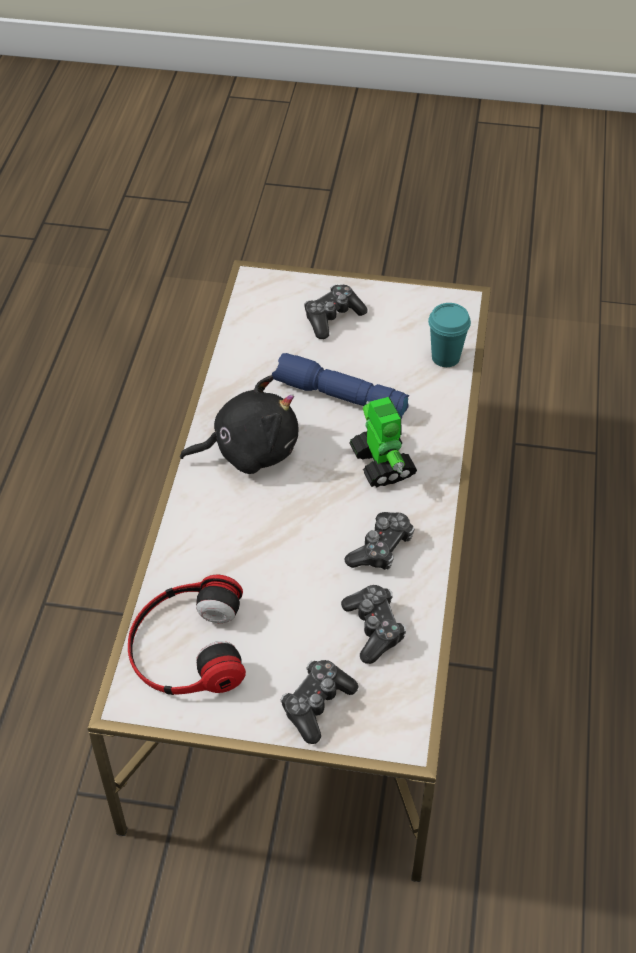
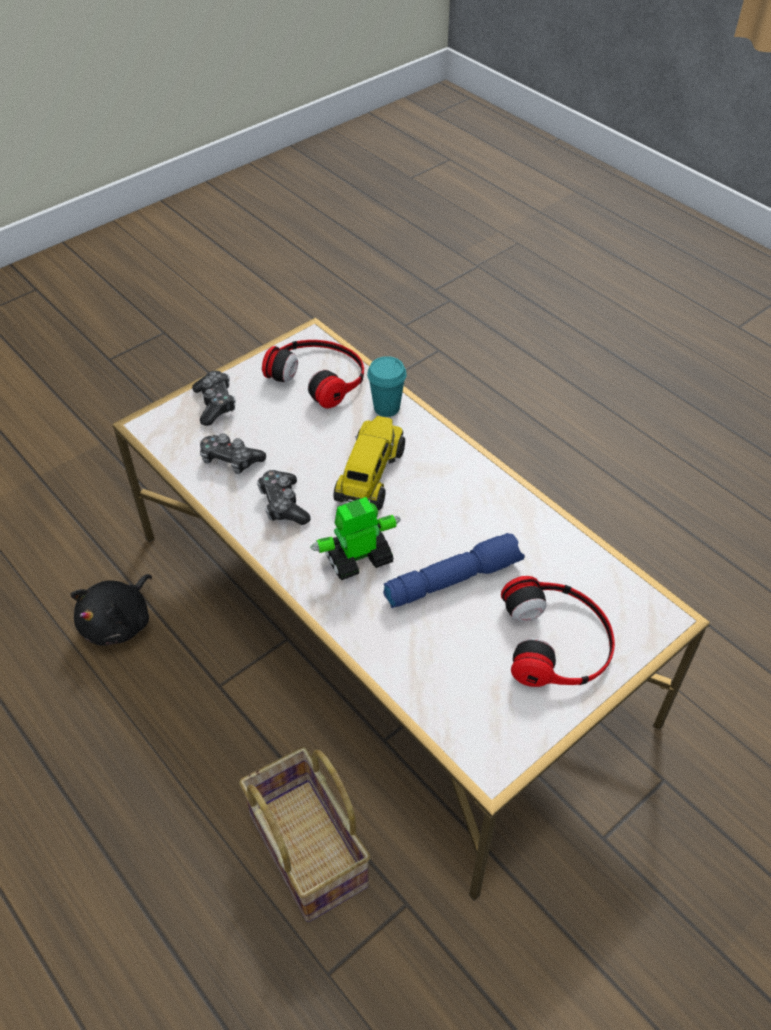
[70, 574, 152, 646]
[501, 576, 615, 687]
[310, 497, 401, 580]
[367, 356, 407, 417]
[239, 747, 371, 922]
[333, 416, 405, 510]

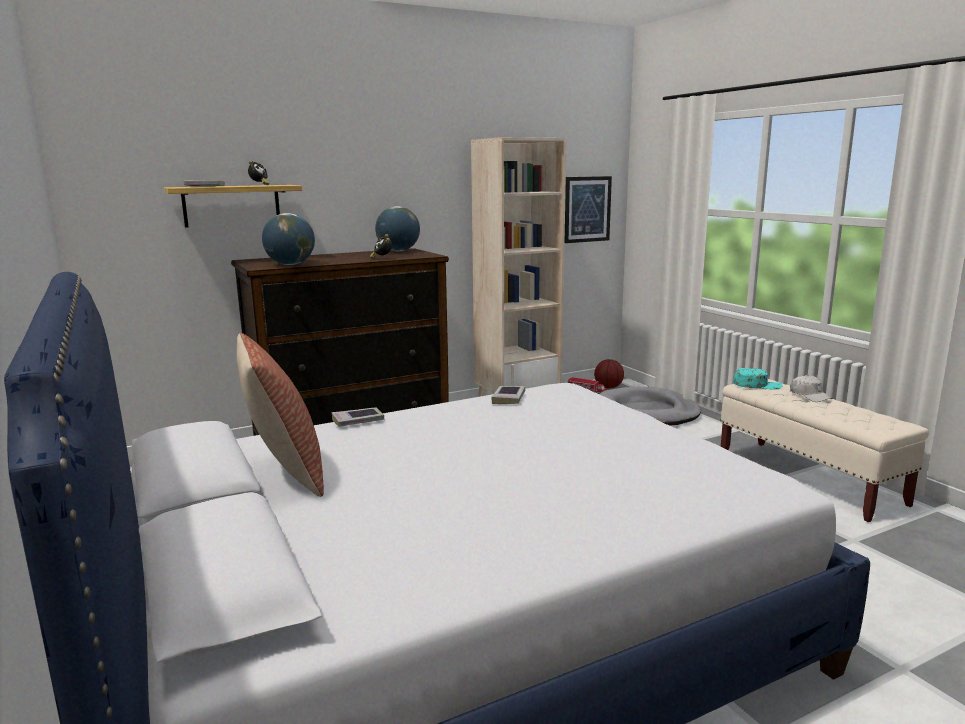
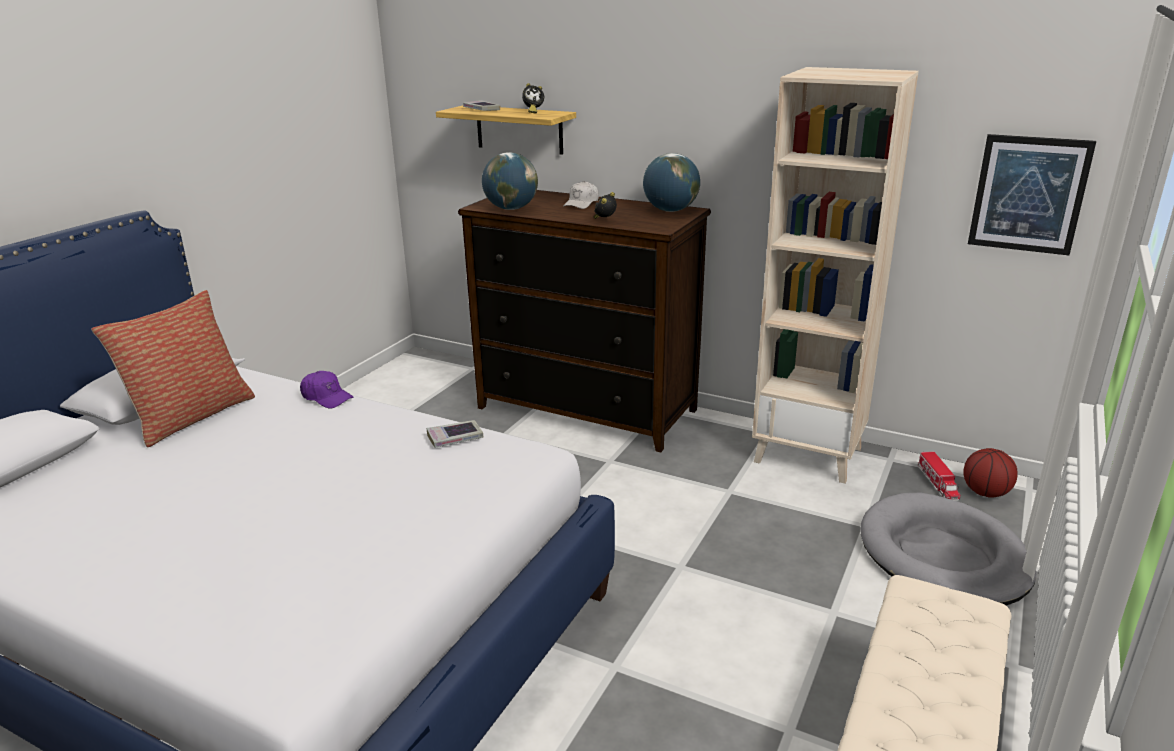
[300, 371, 353, 409]
[734, 368, 783, 390] (first image)
[563, 181, 599, 209]

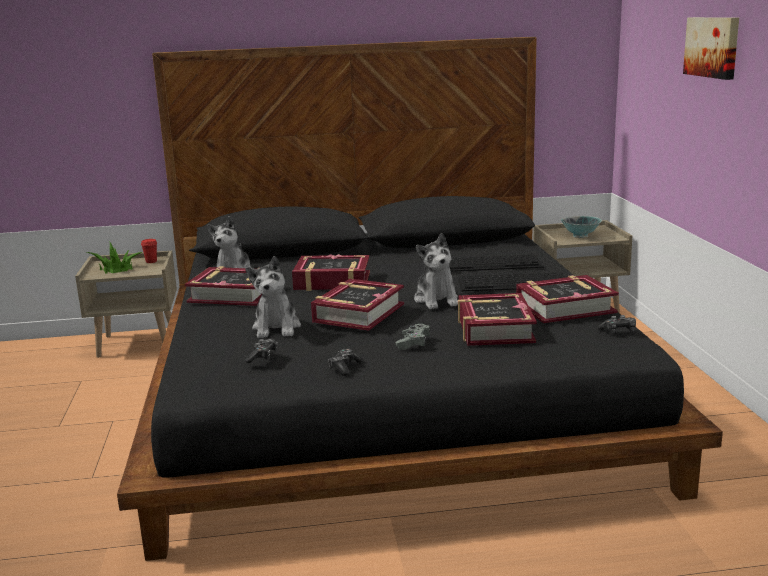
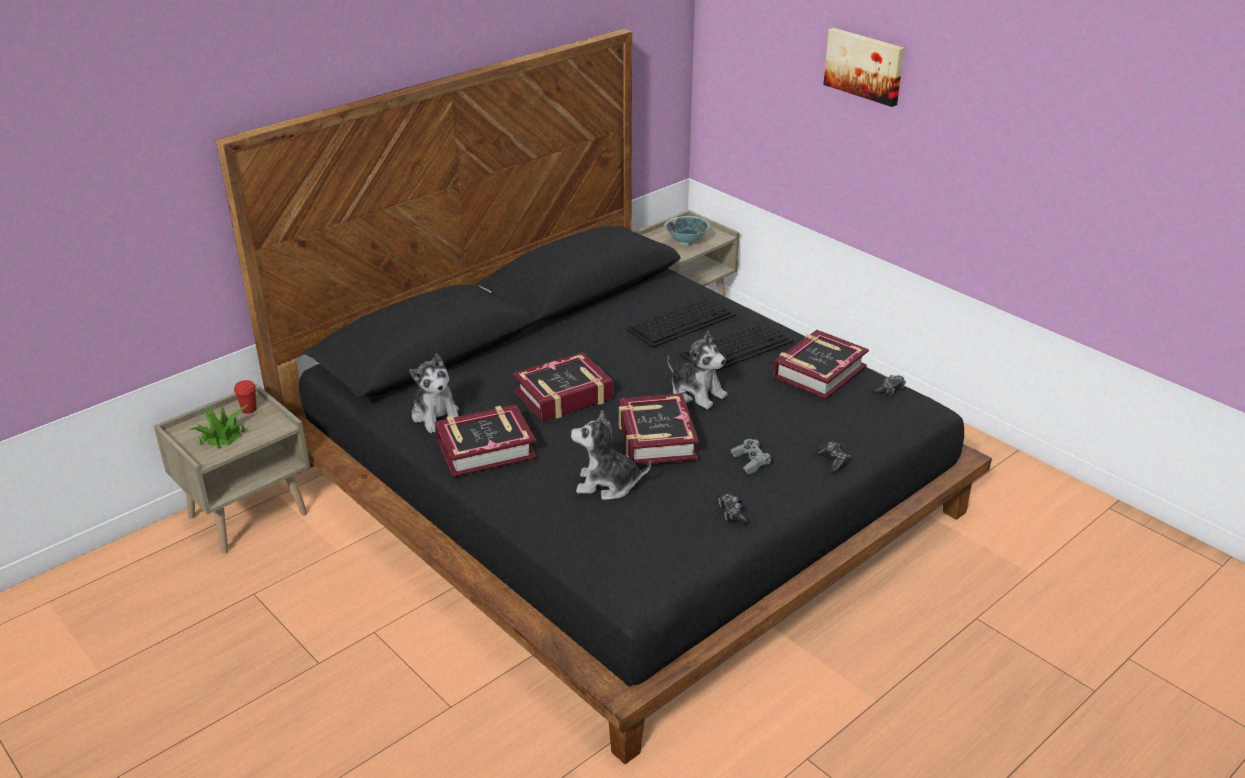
[571, 410, 651, 500]
[815, 441, 850, 473]
[458, 293, 537, 346] (first image)

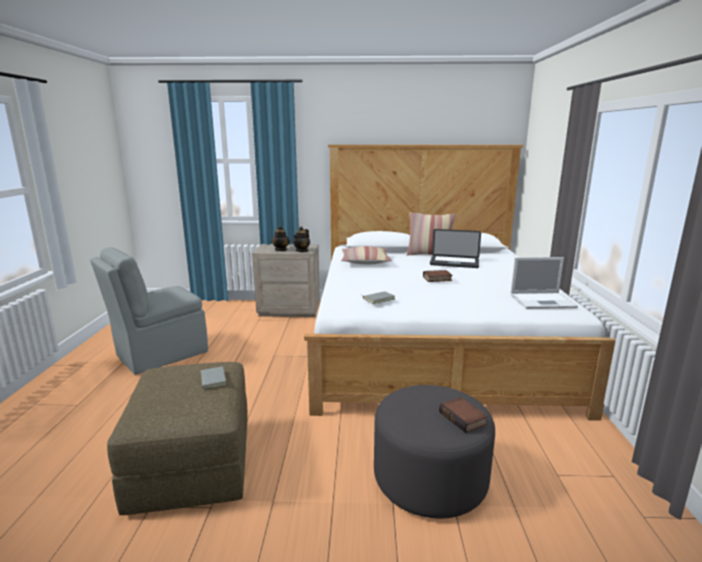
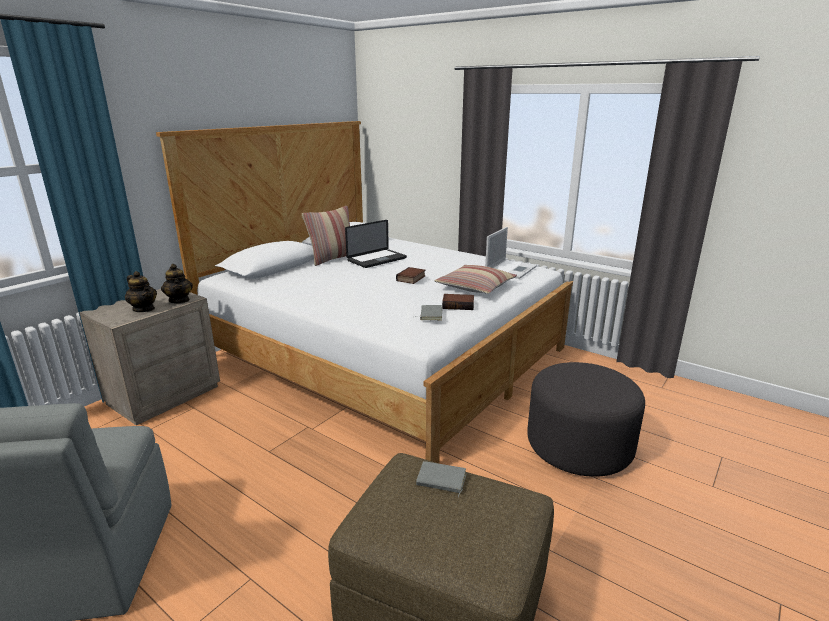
[434, 265, 517, 294]
[442, 294, 474, 310]

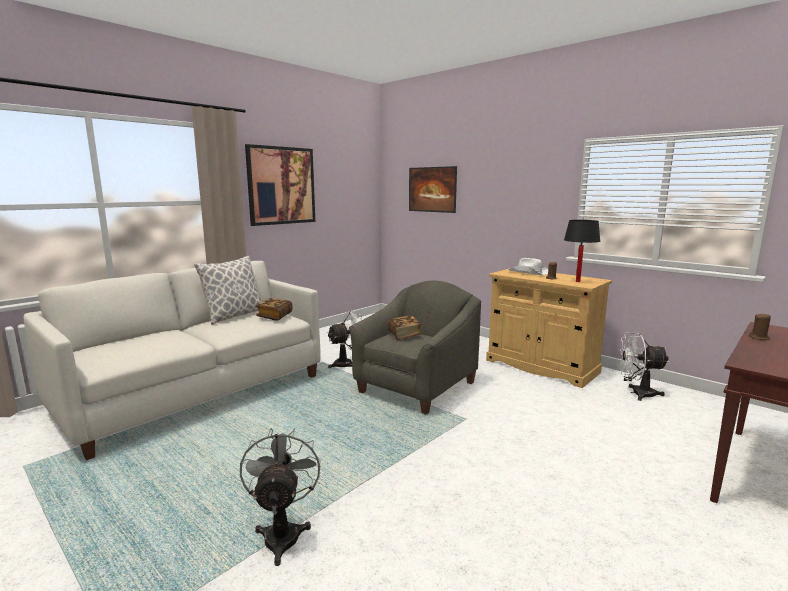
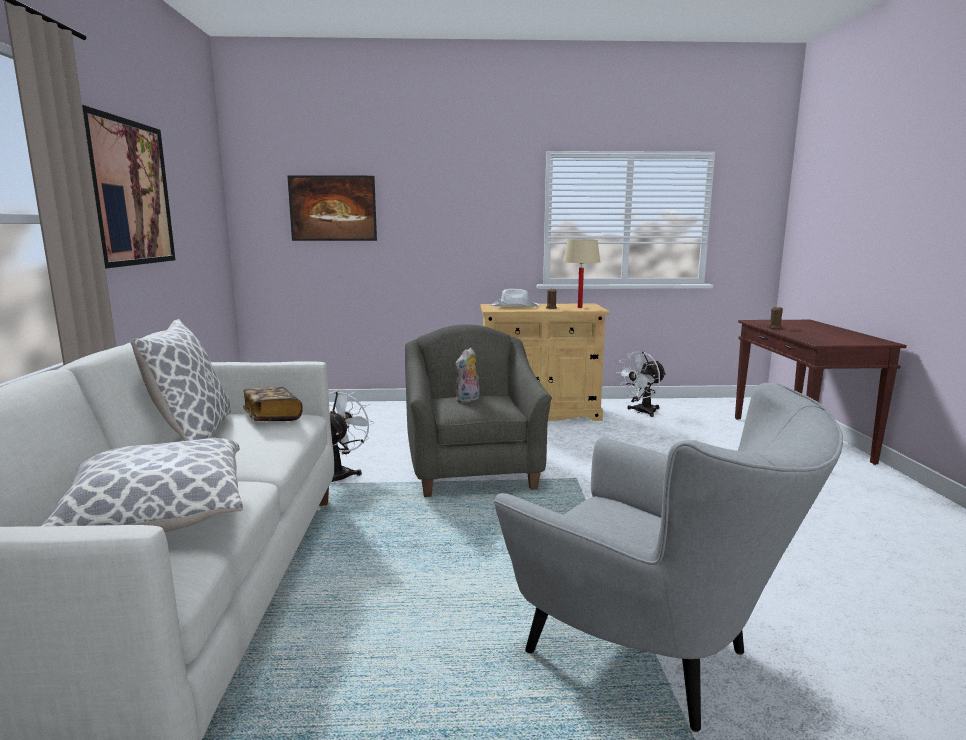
[494, 383, 843, 732]
[456, 348, 479, 403]
[563, 240, 600, 308]
[42, 438, 243, 532]

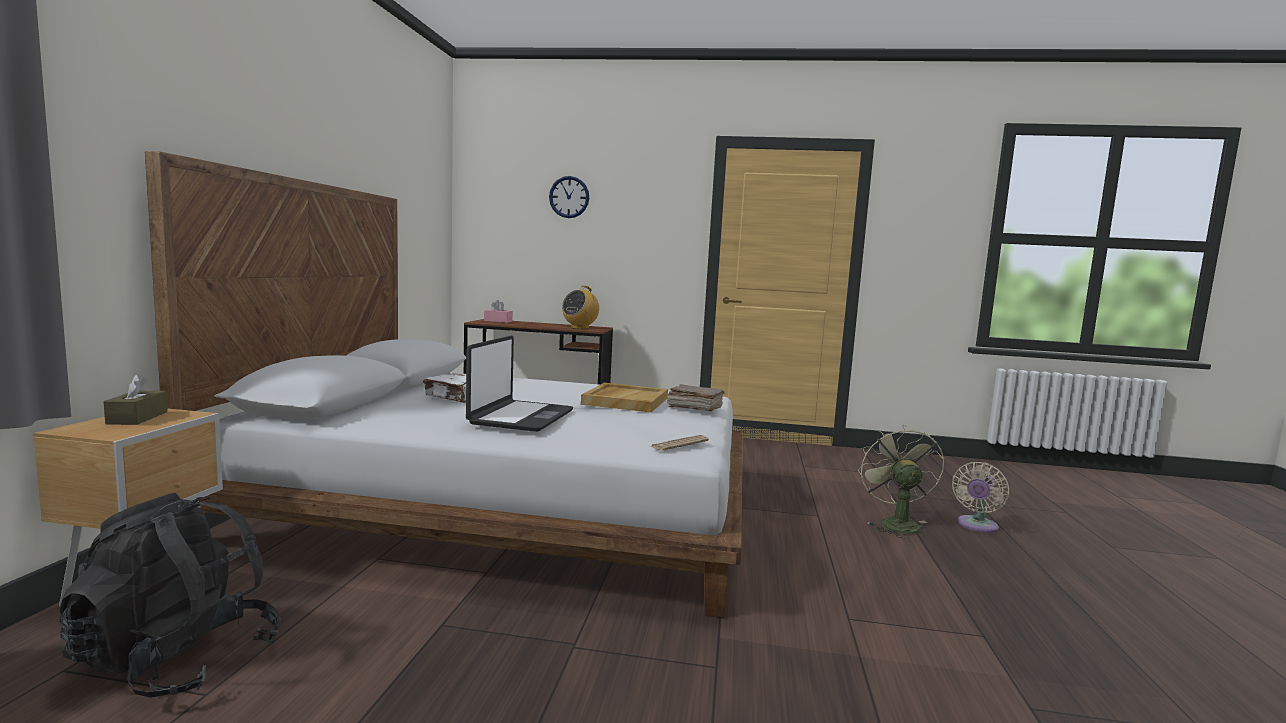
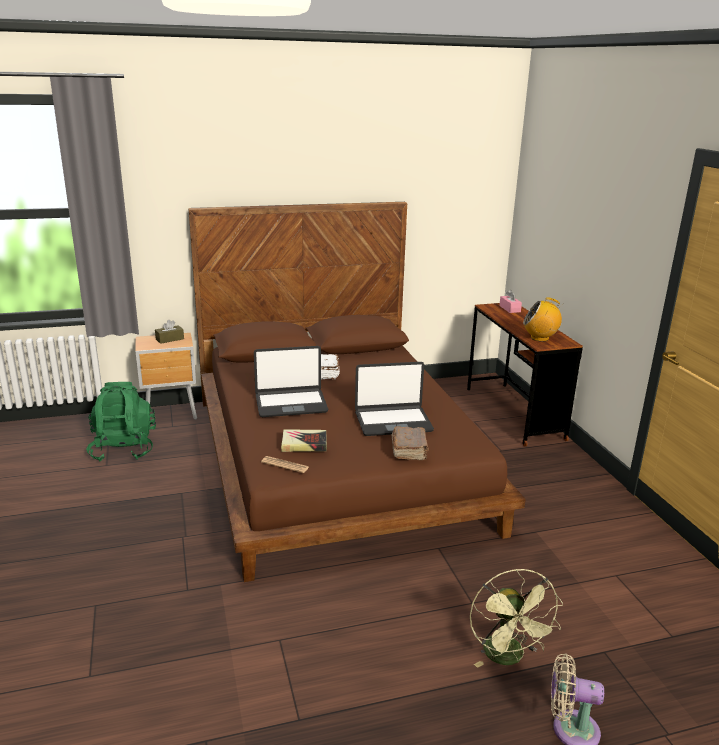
[86, 382, 156, 462]
[188, 202, 526, 582]
[549, 176, 589, 218] (first image)
[355, 362, 434, 436]
[470, 569, 563, 668]
[281, 429, 327, 452]

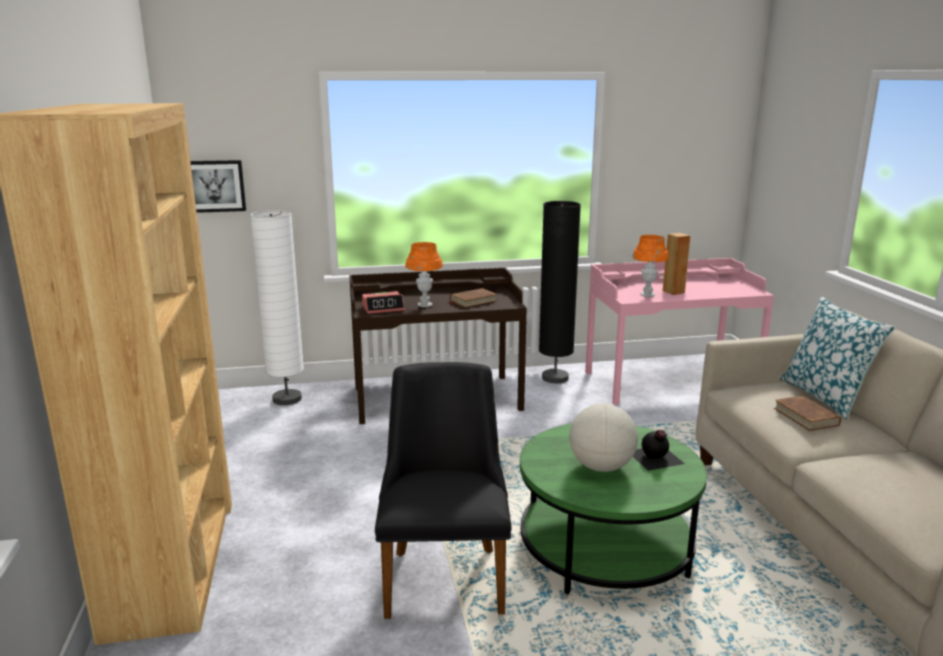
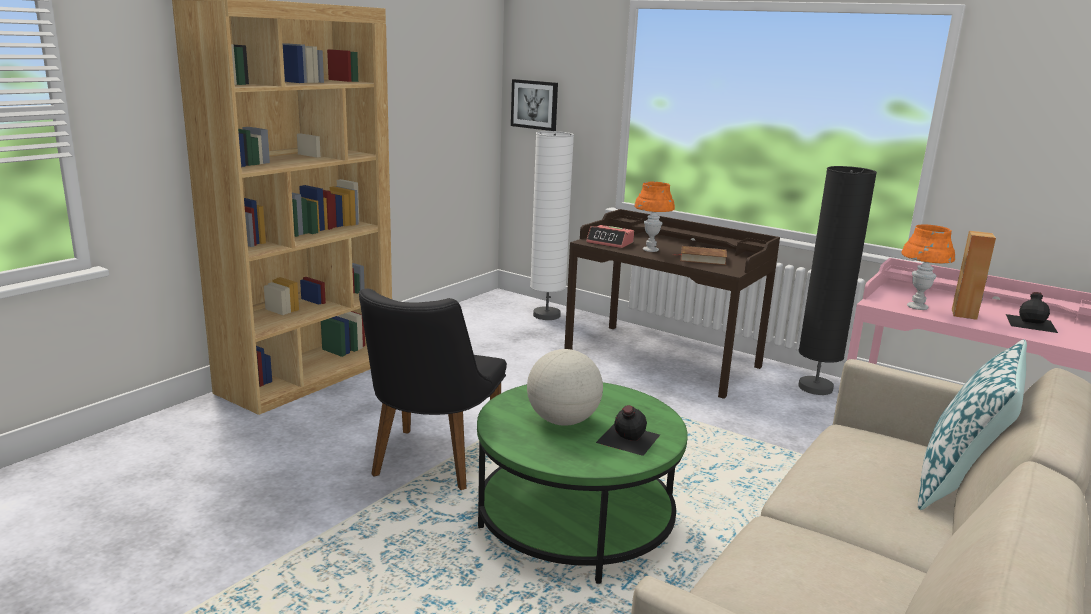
[359, 288, 507, 490]
[774, 396, 841, 431] (first image)
[1006, 292, 1058, 333]

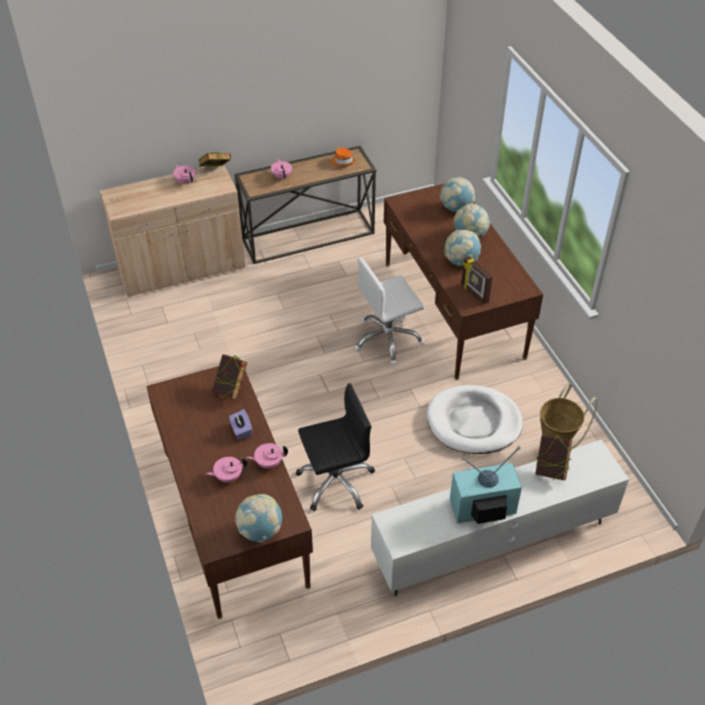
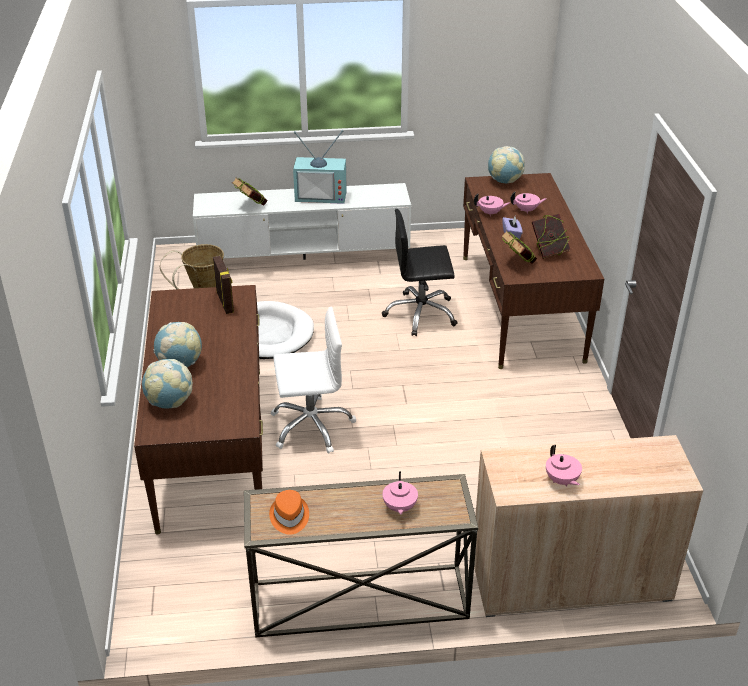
[532, 214, 570, 259]
[444, 230, 481, 266] (first image)

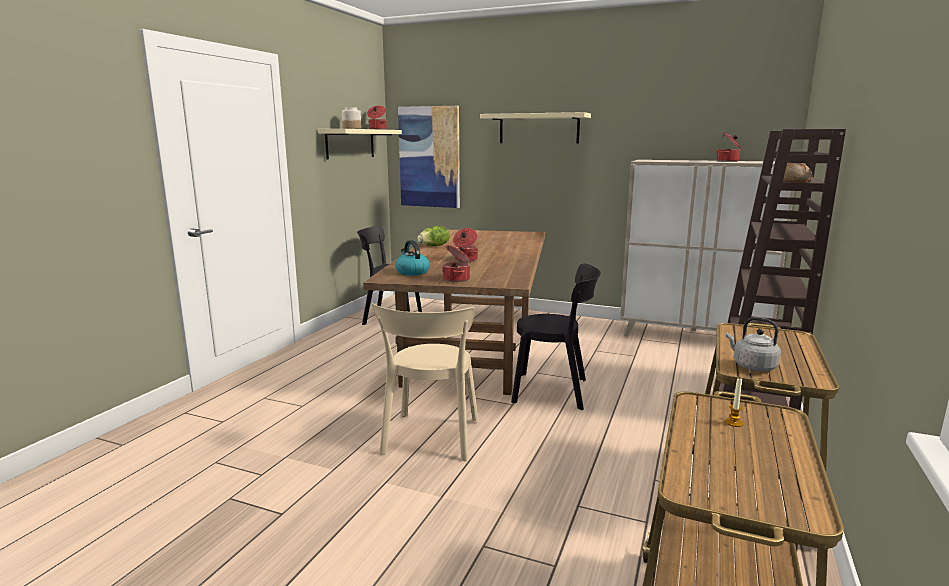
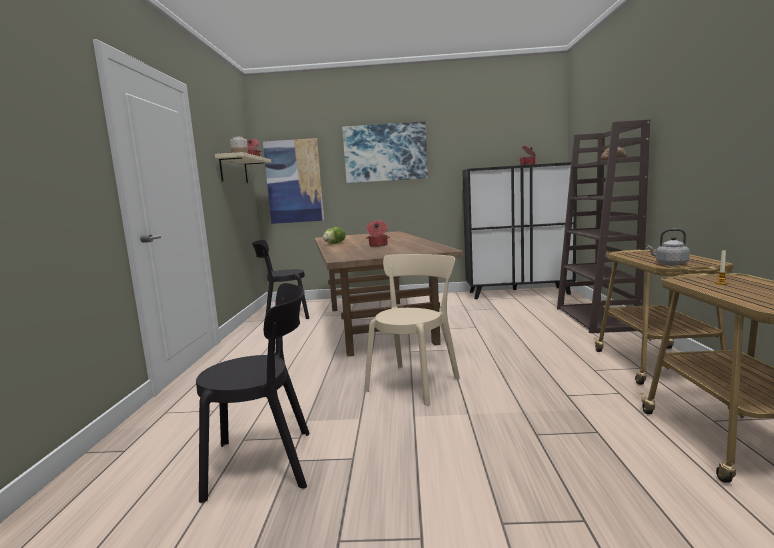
[364, 254, 460, 406]
[395, 240, 430, 276] (first image)
[442, 245, 471, 282] (first image)
[342, 121, 428, 183]
[196, 283, 309, 503]
[462, 162, 577, 299]

